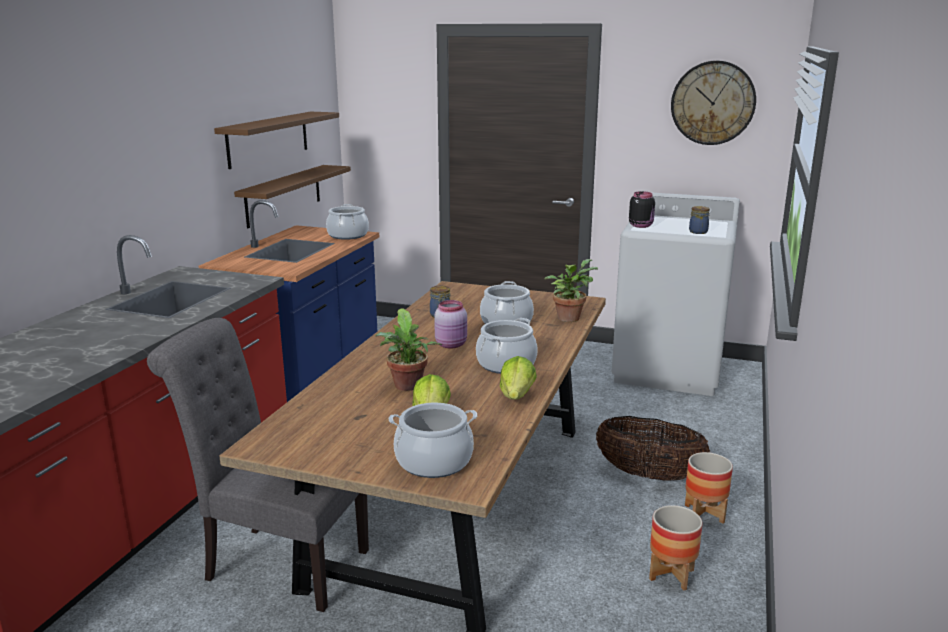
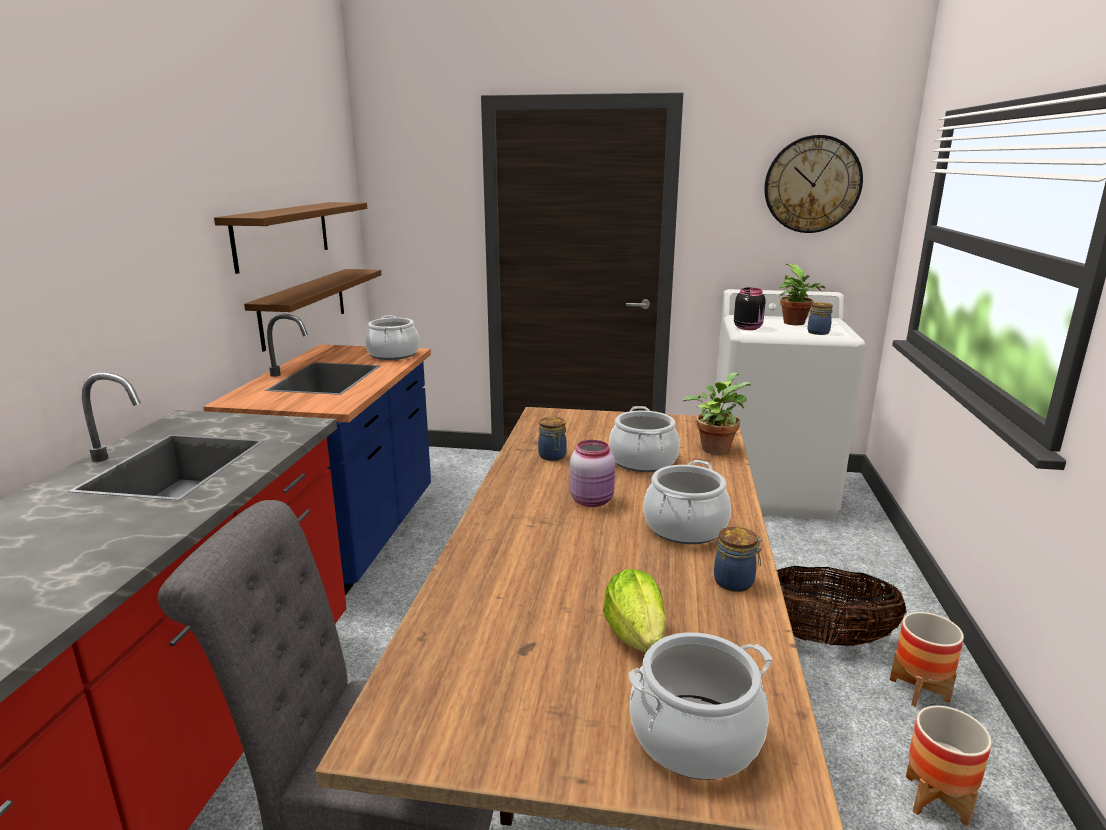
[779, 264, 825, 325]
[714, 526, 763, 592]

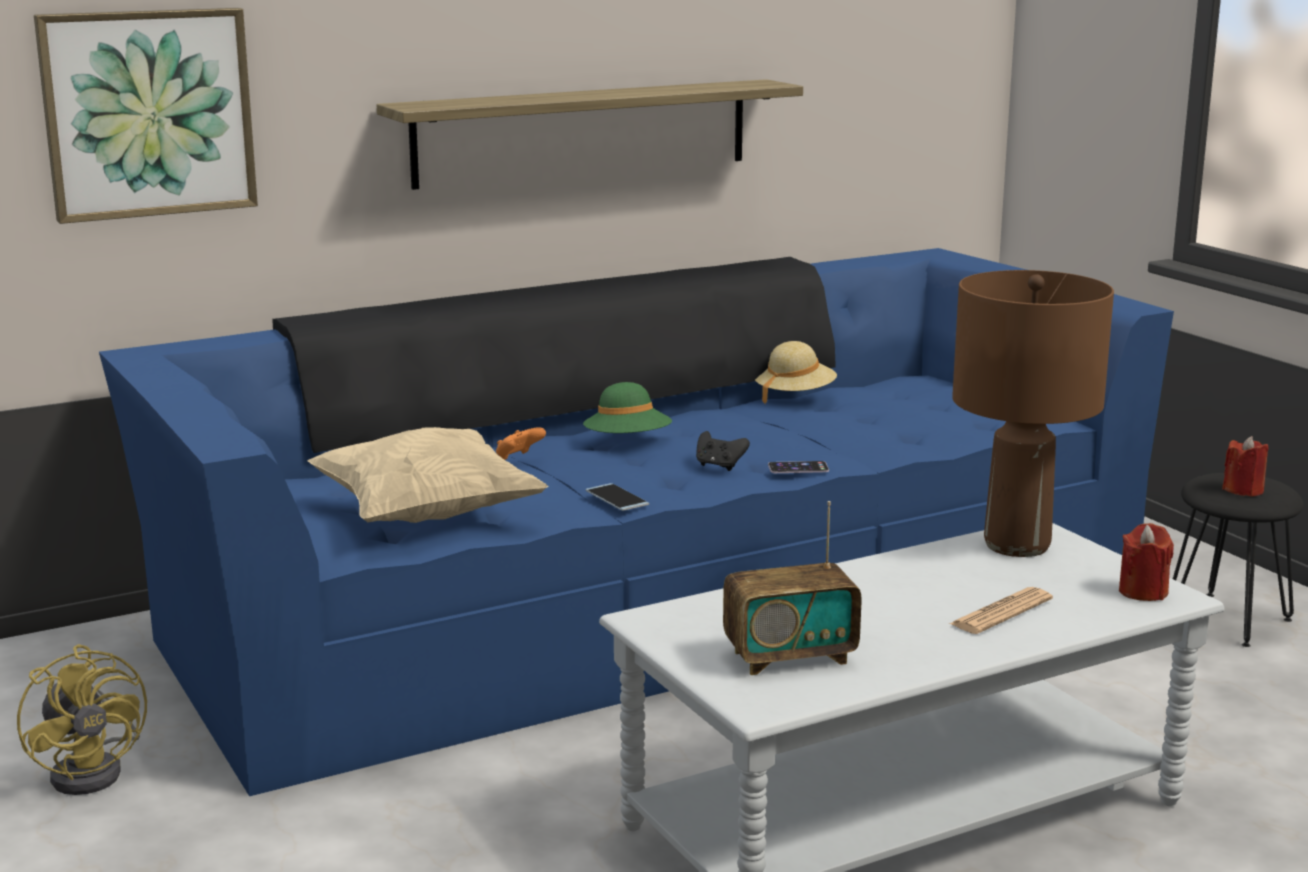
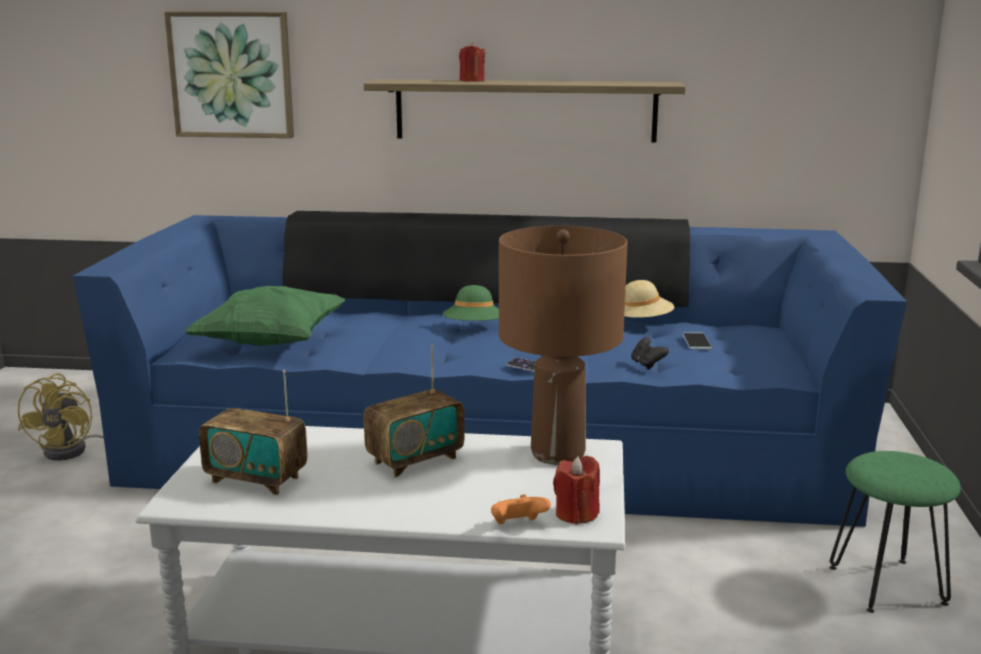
[184, 286, 346, 346]
[491, 494, 551, 524]
[683, 332, 712, 349]
[631, 337, 669, 370]
[949, 587, 1053, 634] (first image)
[829, 451, 961, 613]
[459, 42, 485, 82]
[364, 345, 464, 477]

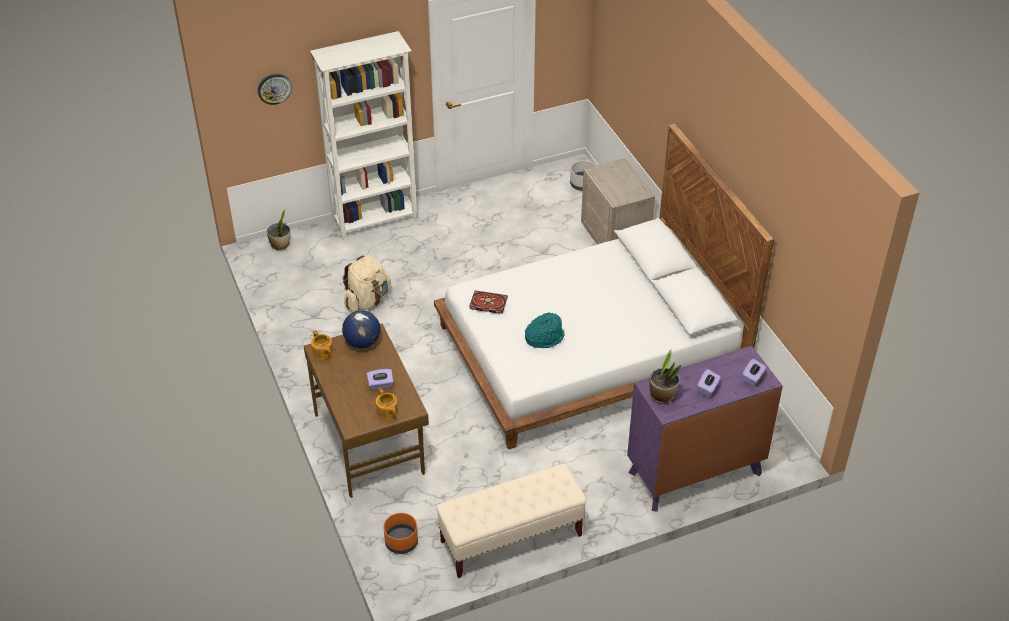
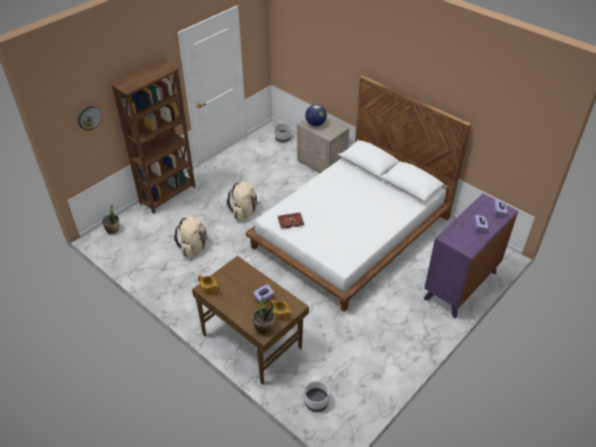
[110, 58, 195, 214]
[305, 104, 327, 126]
[304, 381, 329, 412]
[436, 463, 586, 578] (first image)
[525, 312, 564, 348] (first image)
[253, 295, 275, 335]
[227, 182, 257, 220]

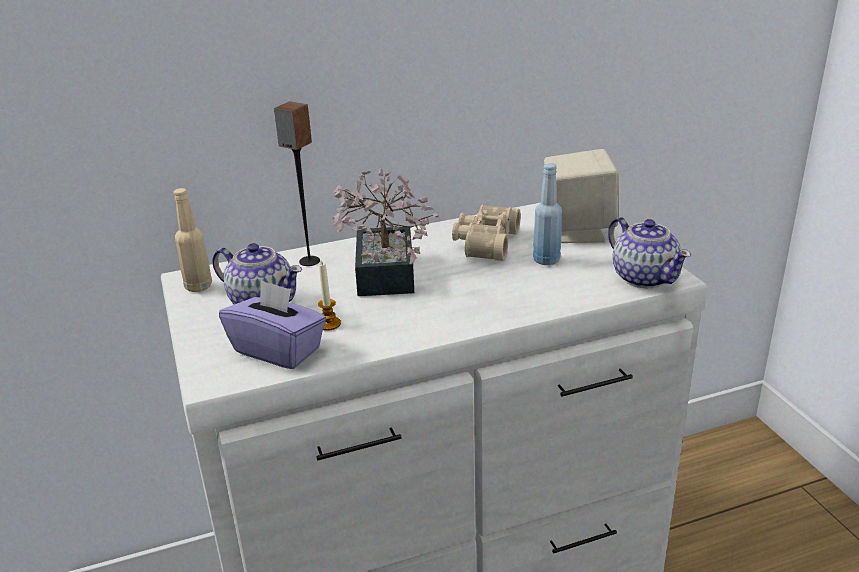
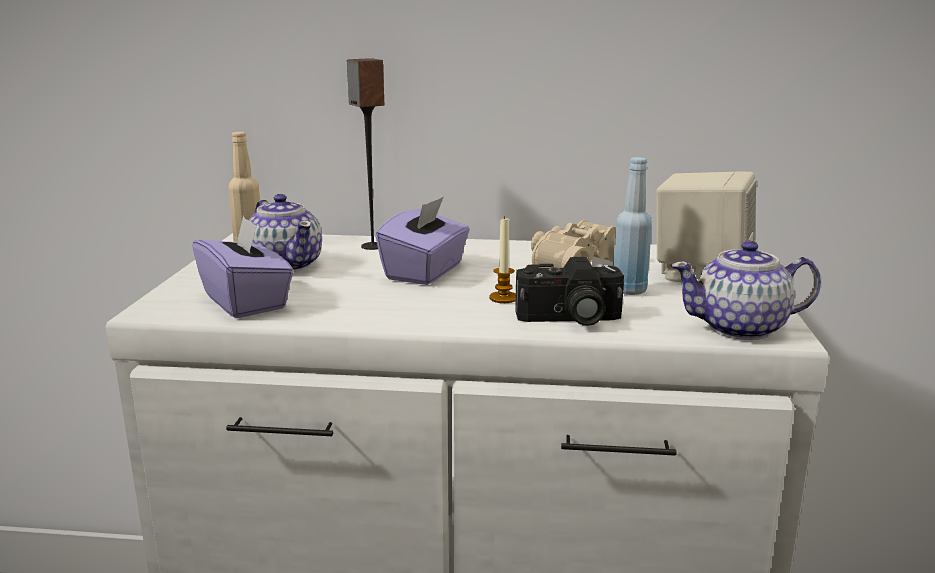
[489, 216, 516, 303]
[376, 197, 470, 285]
[671, 241, 821, 340]
[515, 257, 624, 326]

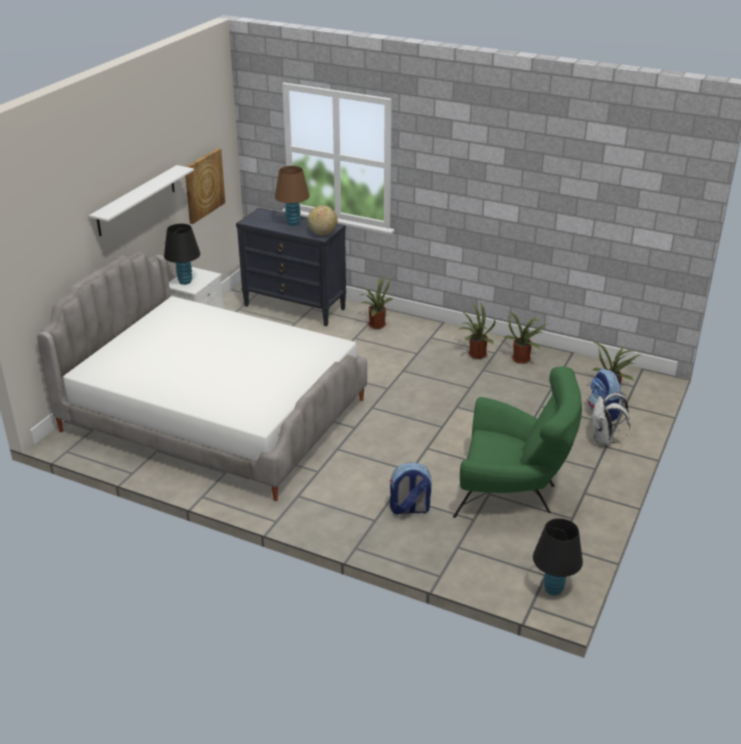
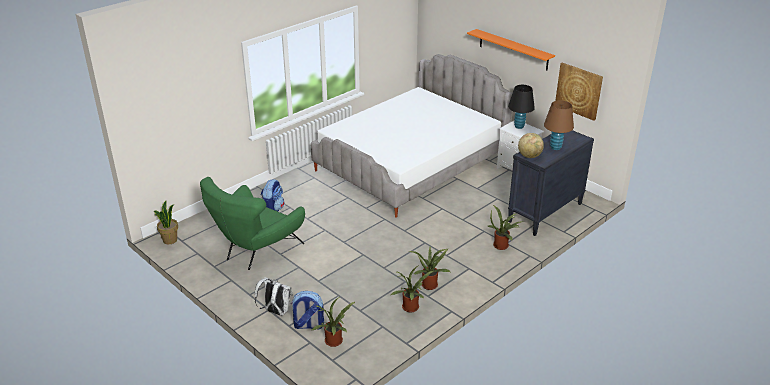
[467, 29, 555, 70]
[154, 200, 178, 244]

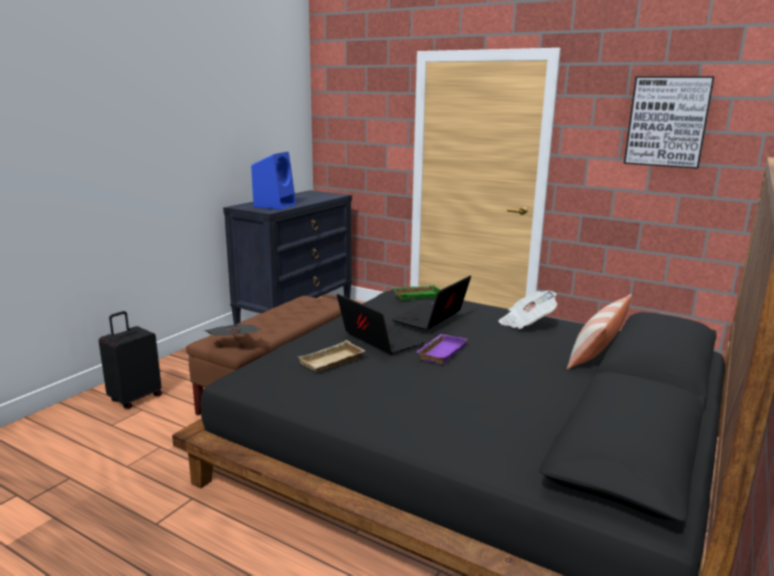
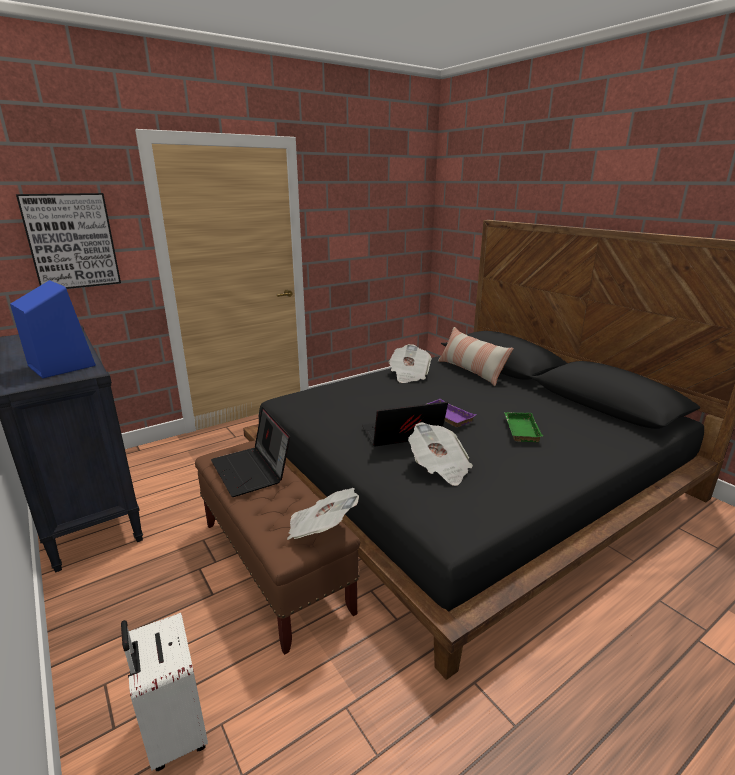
[121, 613, 208, 771]
[408, 422, 473, 486]
[211, 407, 290, 497]
[504, 412, 543, 442]
[16, 193, 121, 289]

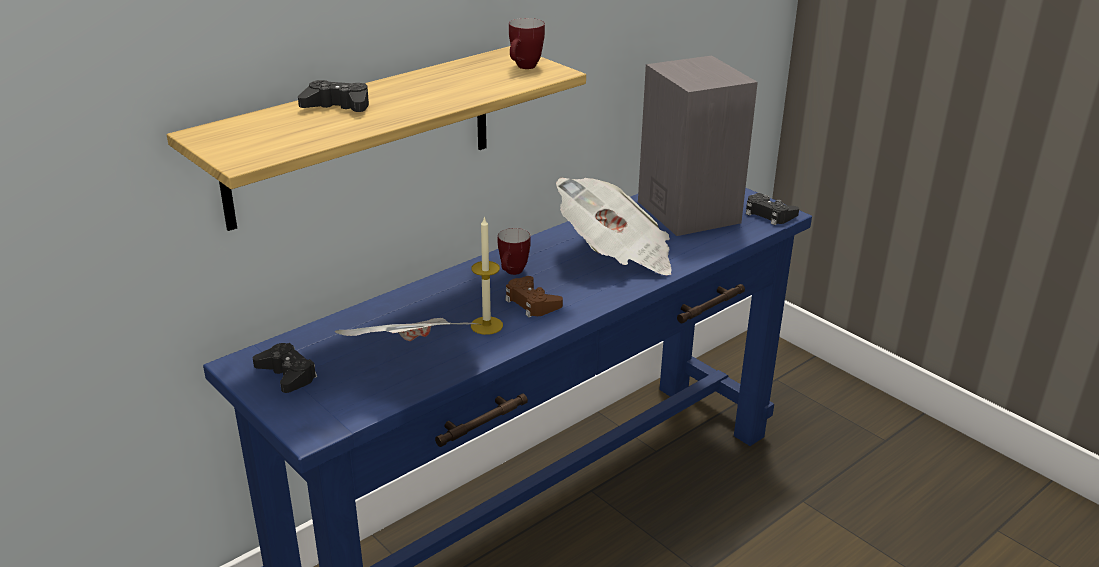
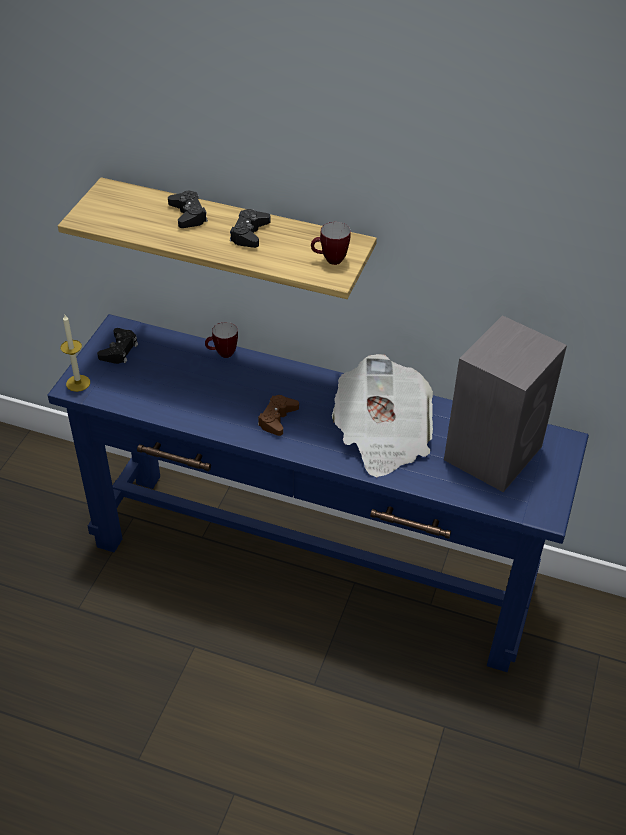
[335, 318, 477, 341] (first image)
[61, 315, 90, 392]
[205, 322, 238, 358]
[230, 209, 271, 248]

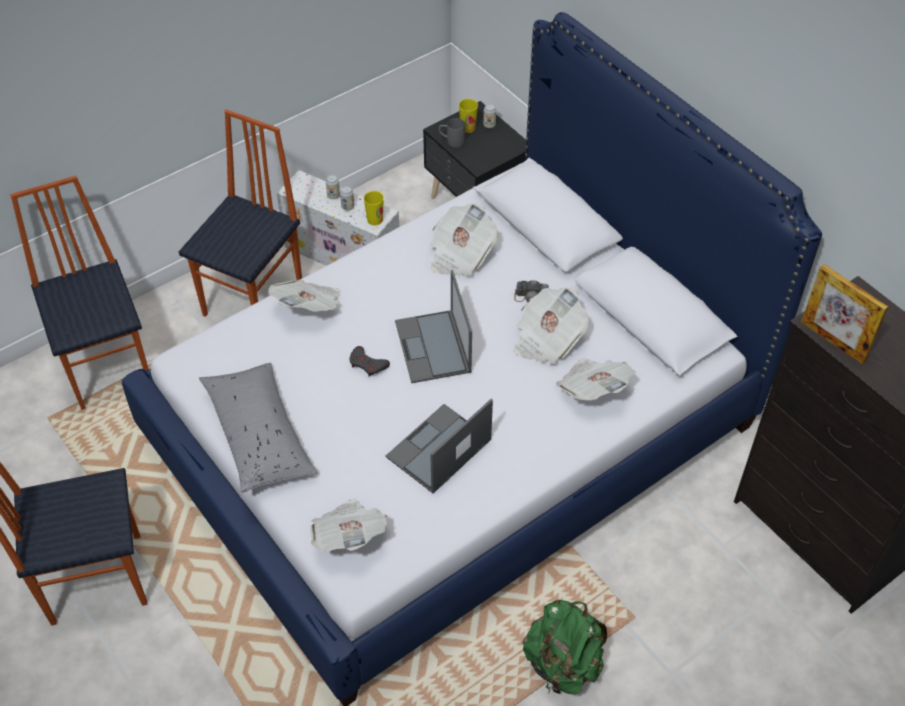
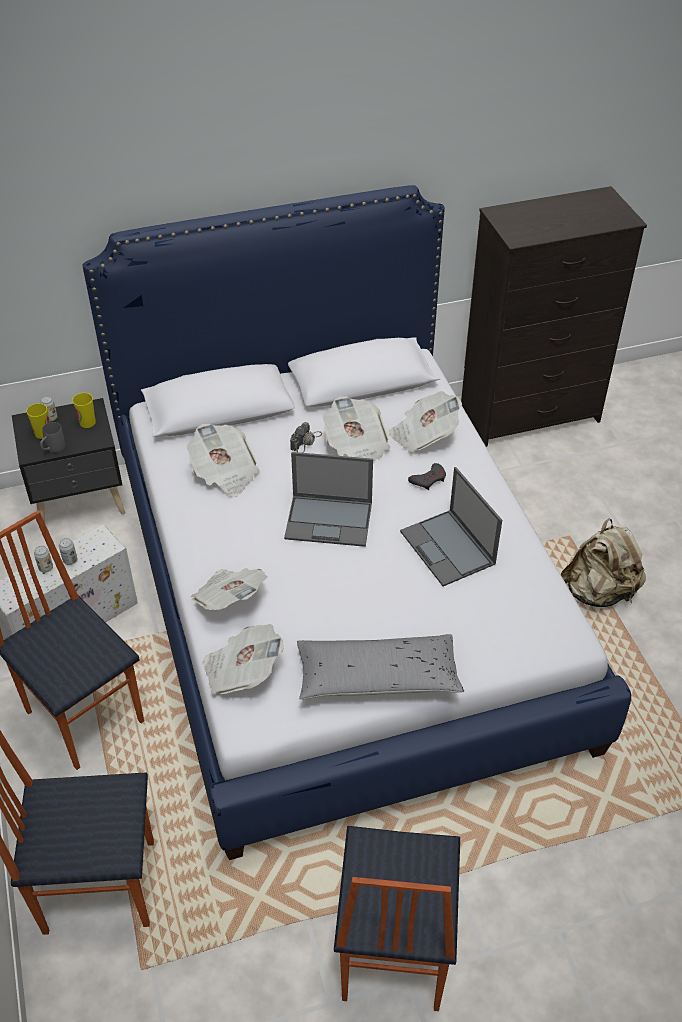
[203, 624, 284, 695]
[408, 463, 446, 490]
[72, 393, 96, 428]
[561, 518, 646, 607]
[801, 264, 888, 364] (first image)

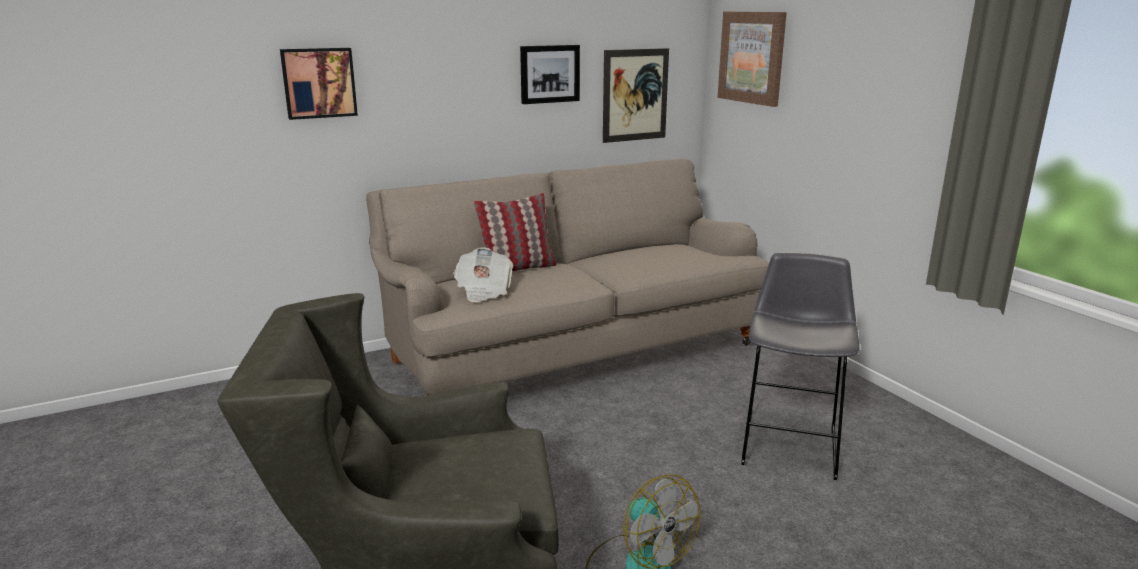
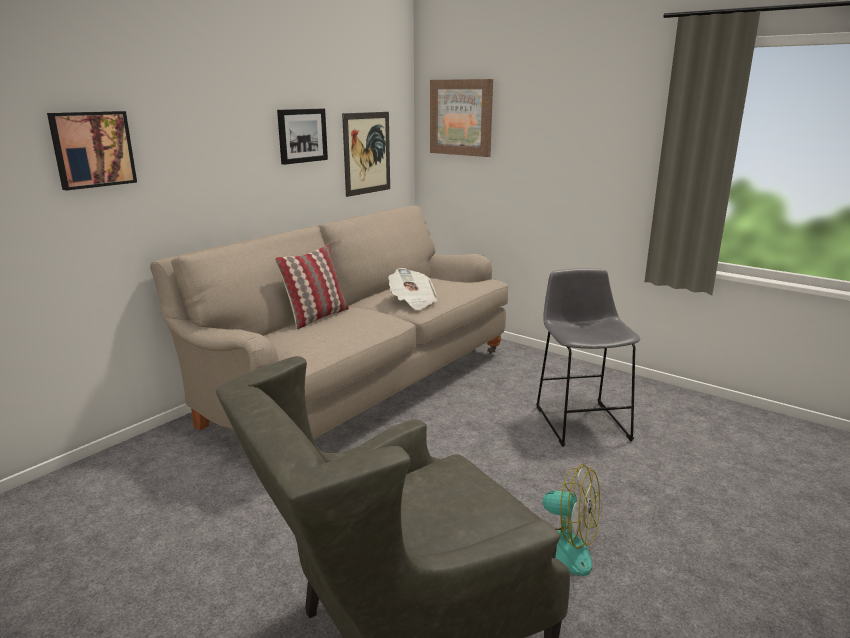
[388, 268, 438, 310]

